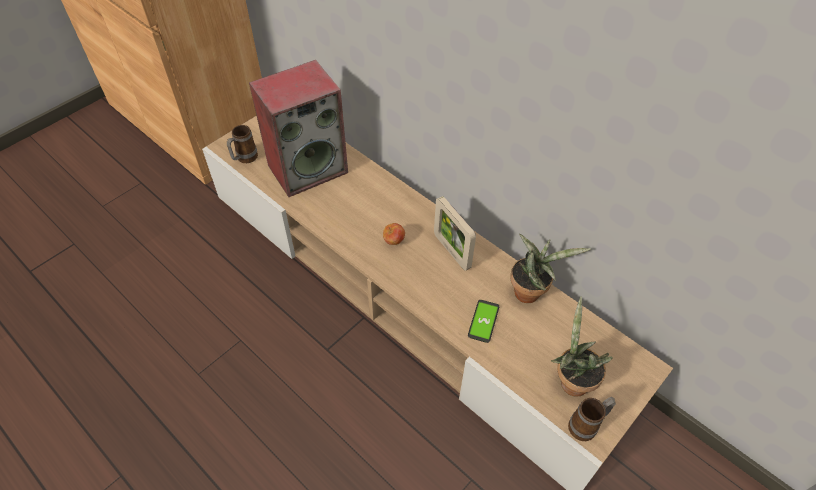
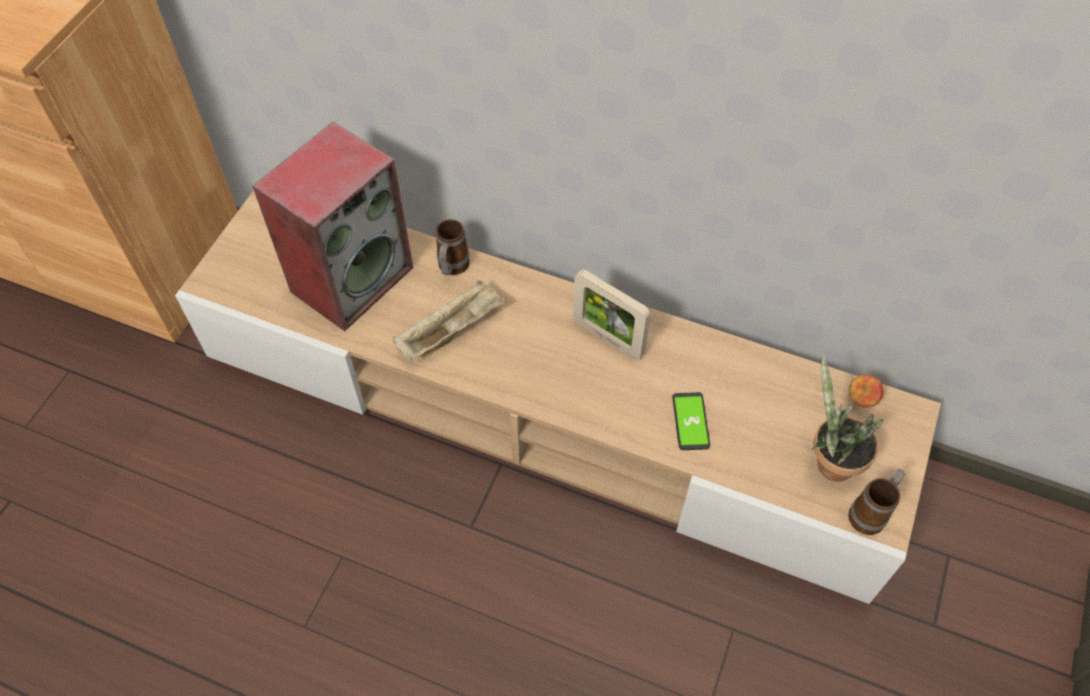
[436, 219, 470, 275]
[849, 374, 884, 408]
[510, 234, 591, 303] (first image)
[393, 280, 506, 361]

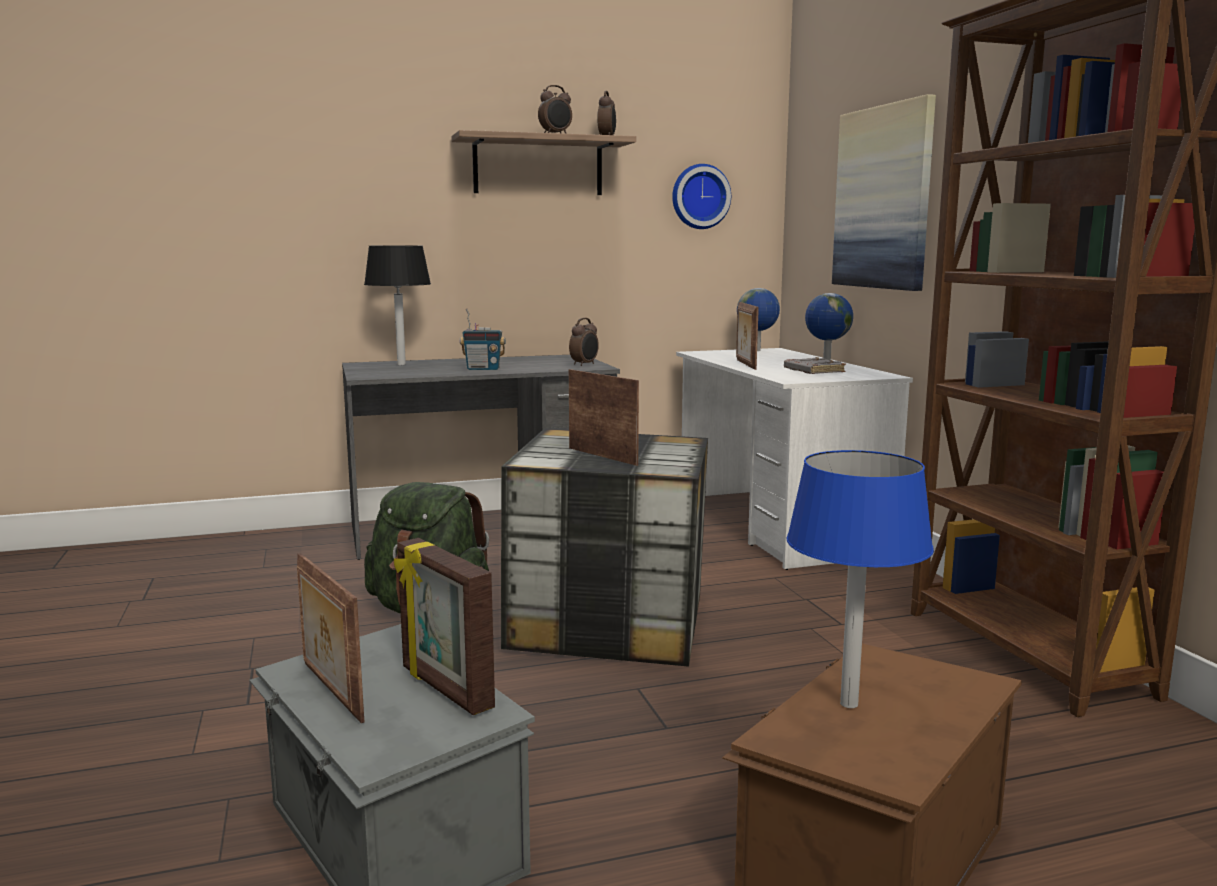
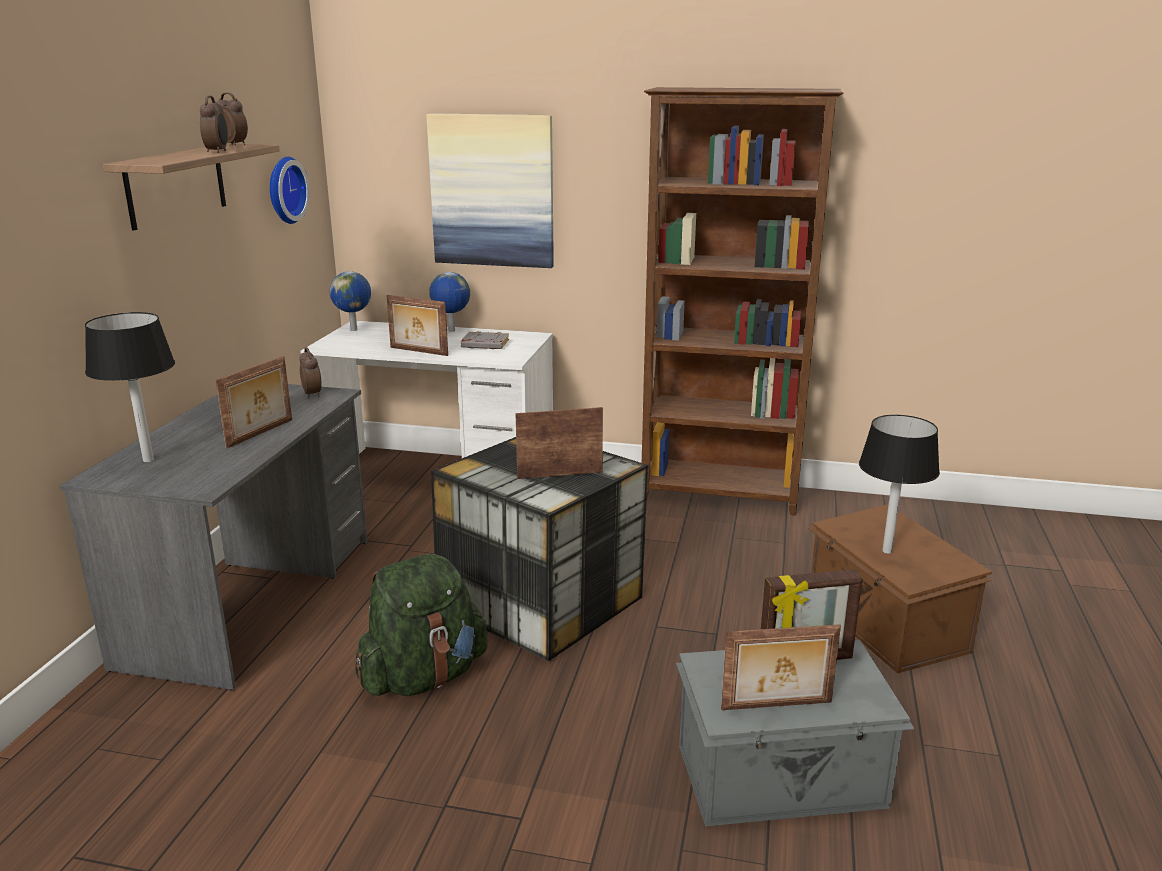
[216, 356, 292, 448]
[859, 415, 940, 554]

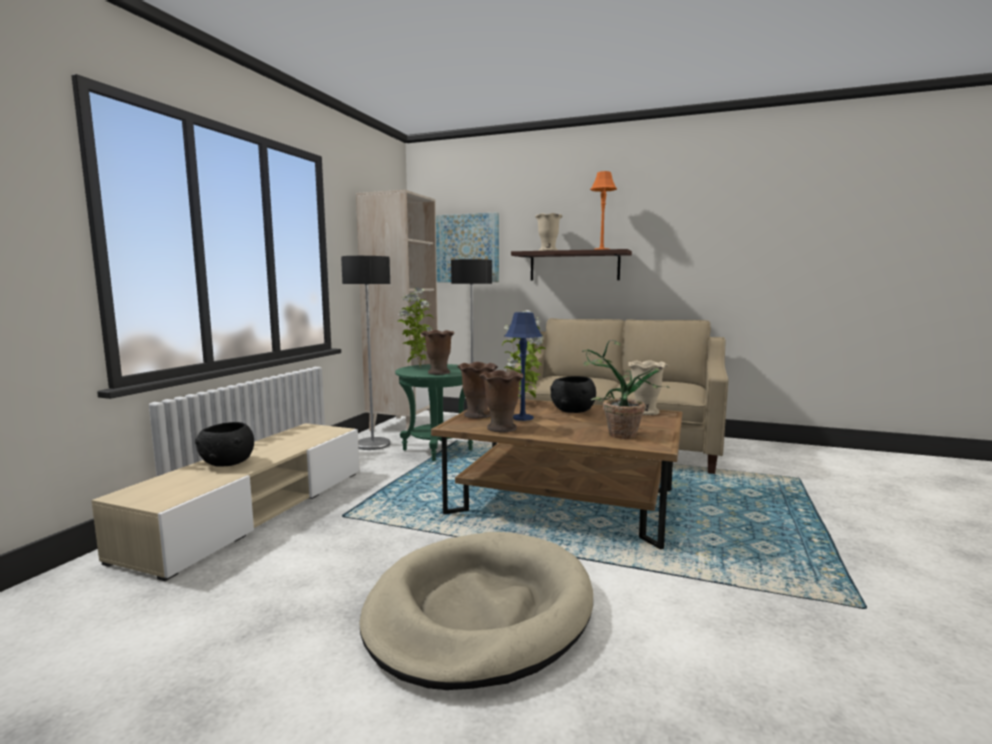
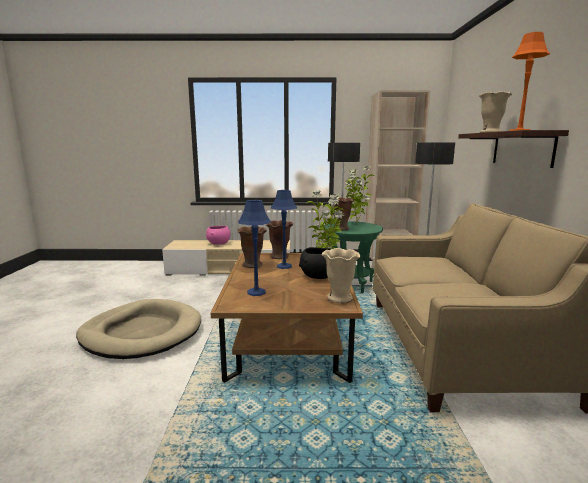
[206, 226, 231, 245]
[436, 212, 499, 282] (first image)
[238, 200, 272, 296]

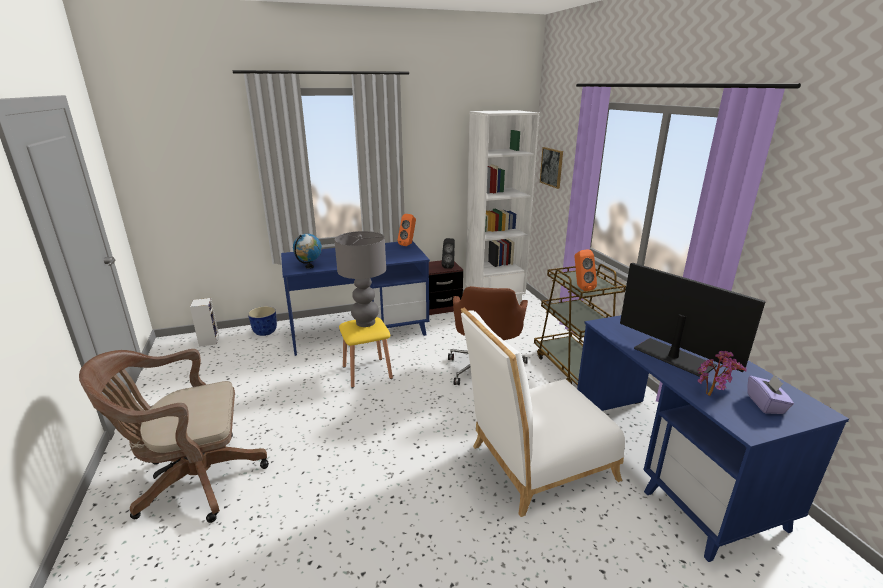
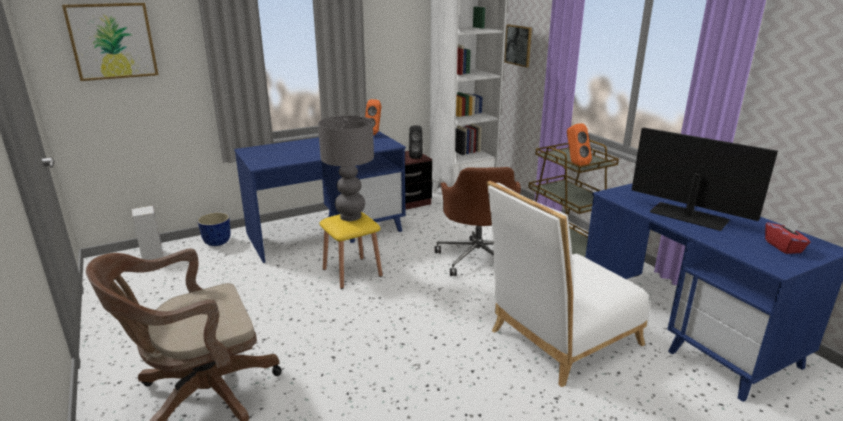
[293, 234, 322, 269] (first image)
[697, 351, 747, 396] (first image)
[765, 219, 811, 254]
[62, 3, 159, 81]

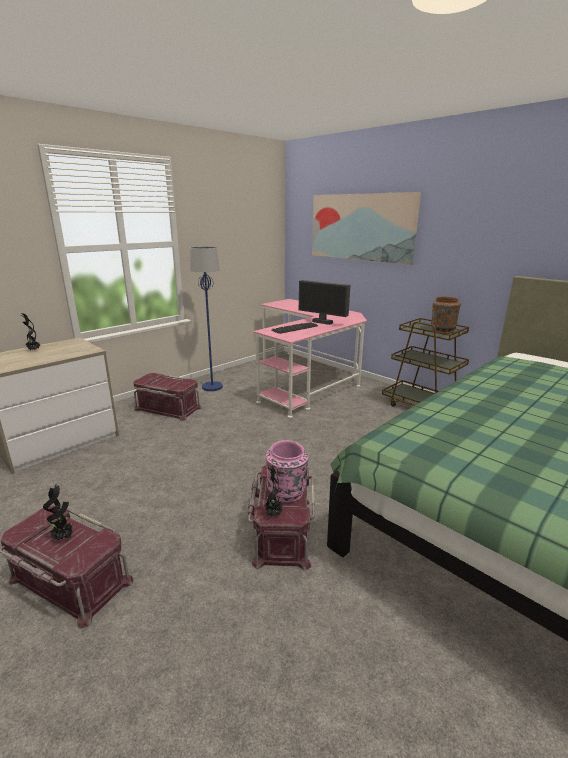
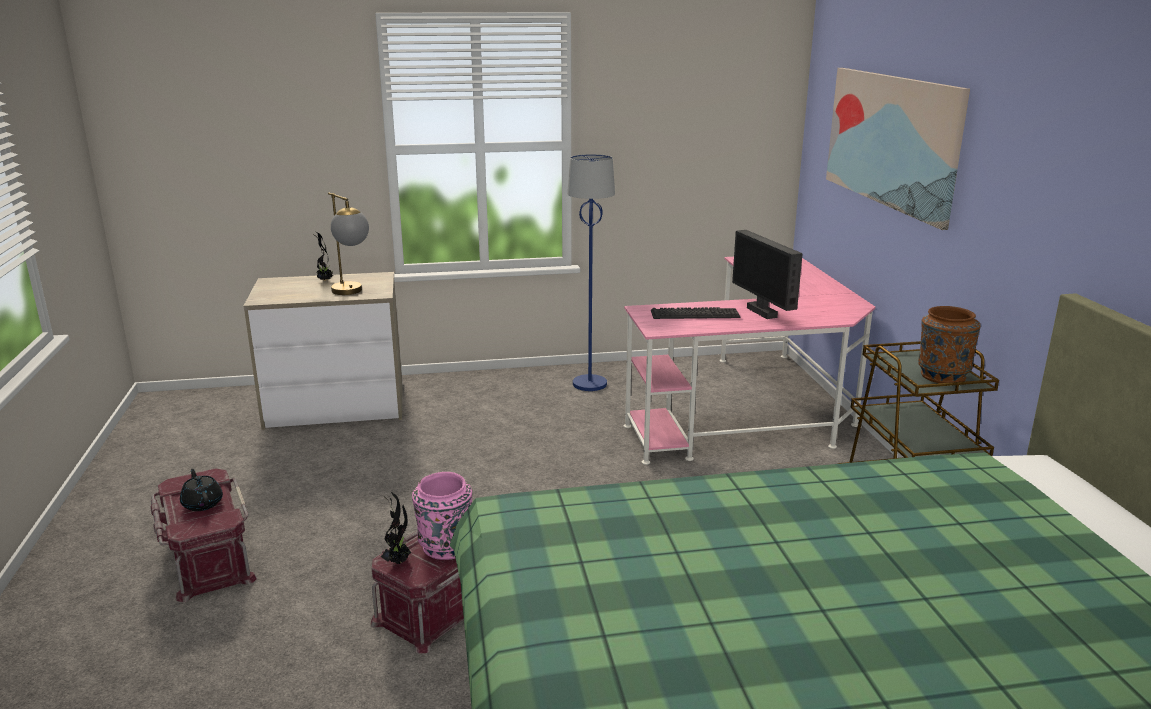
[180, 469, 223, 511]
[133, 373, 202, 421] (first image)
[328, 193, 369, 295]

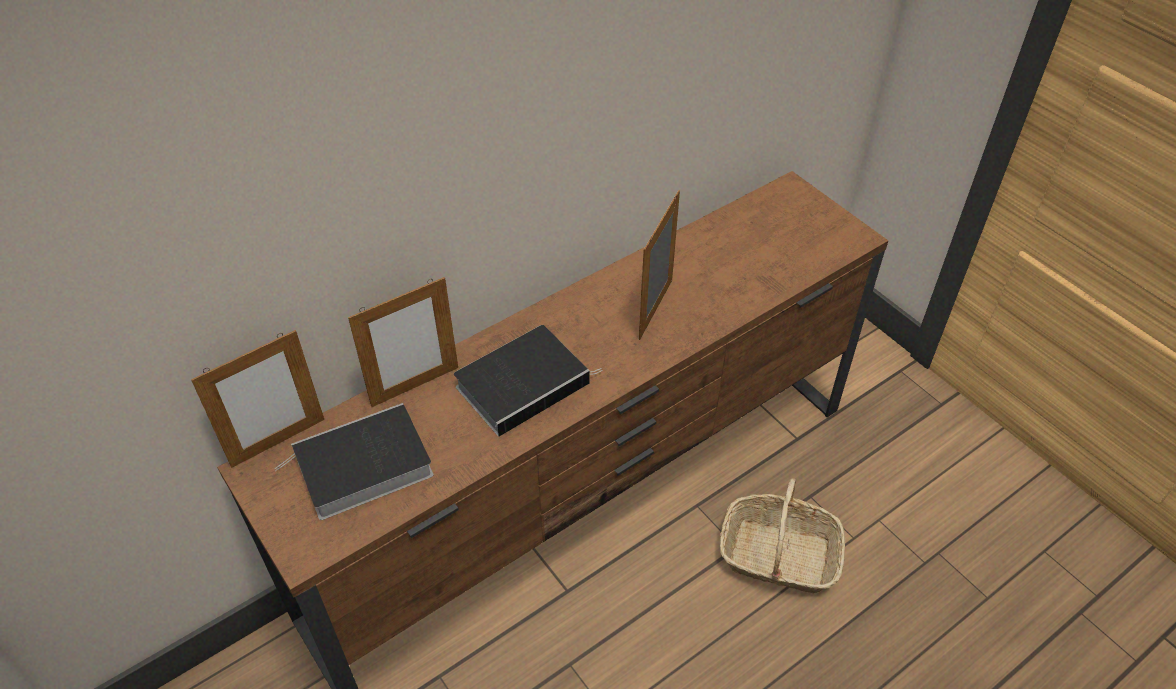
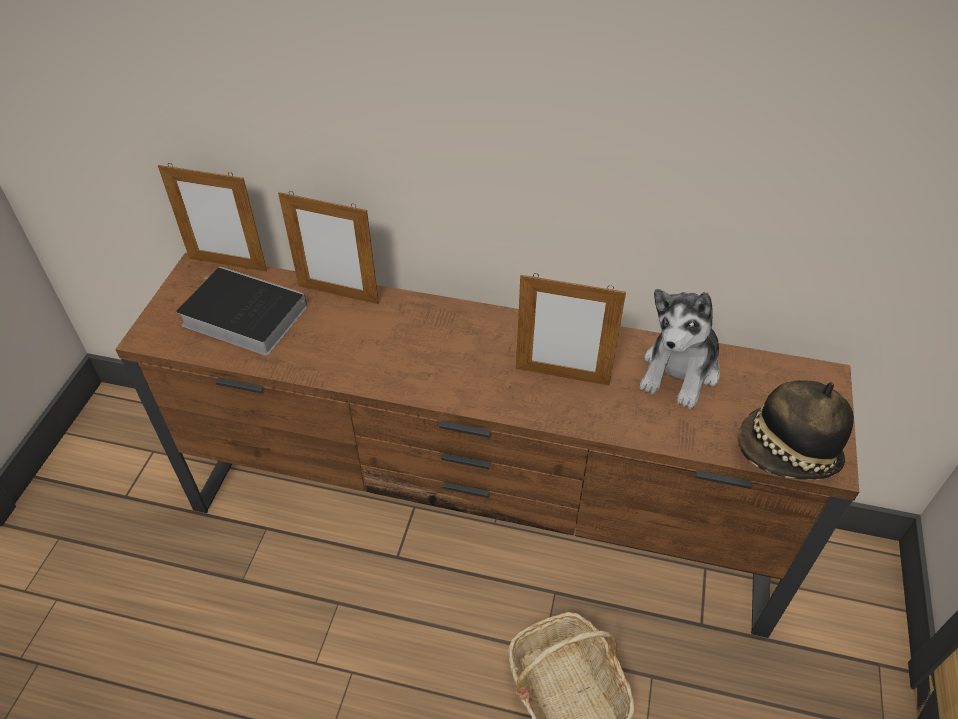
[454, 325, 603, 437] (first image)
[516, 273, 626, 386]
[640, 289, 720, 409]
[738, 380, 854, 480]

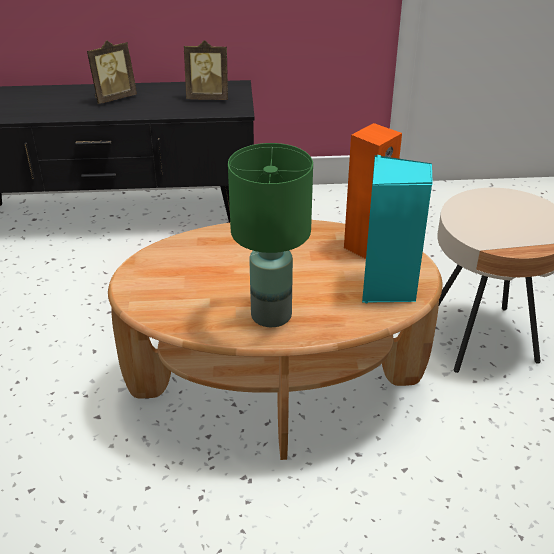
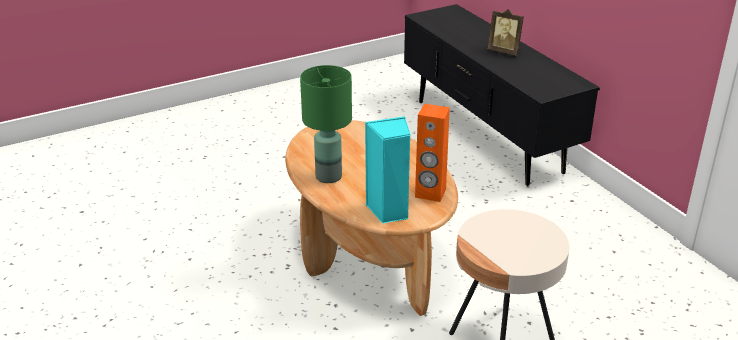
[184, 40, 228, 100] (first image)

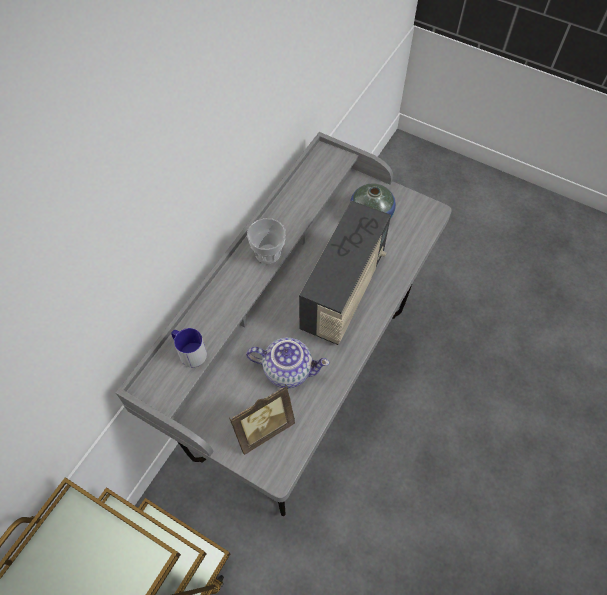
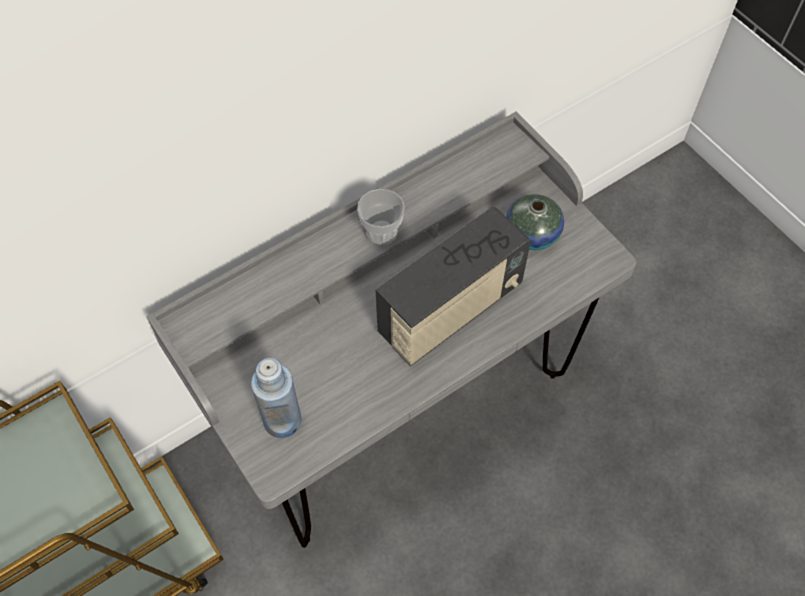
[171, 328, 207, 367] (first image)
[251, 358, 301, 438]
[246, 338, 330, 388] (first image)

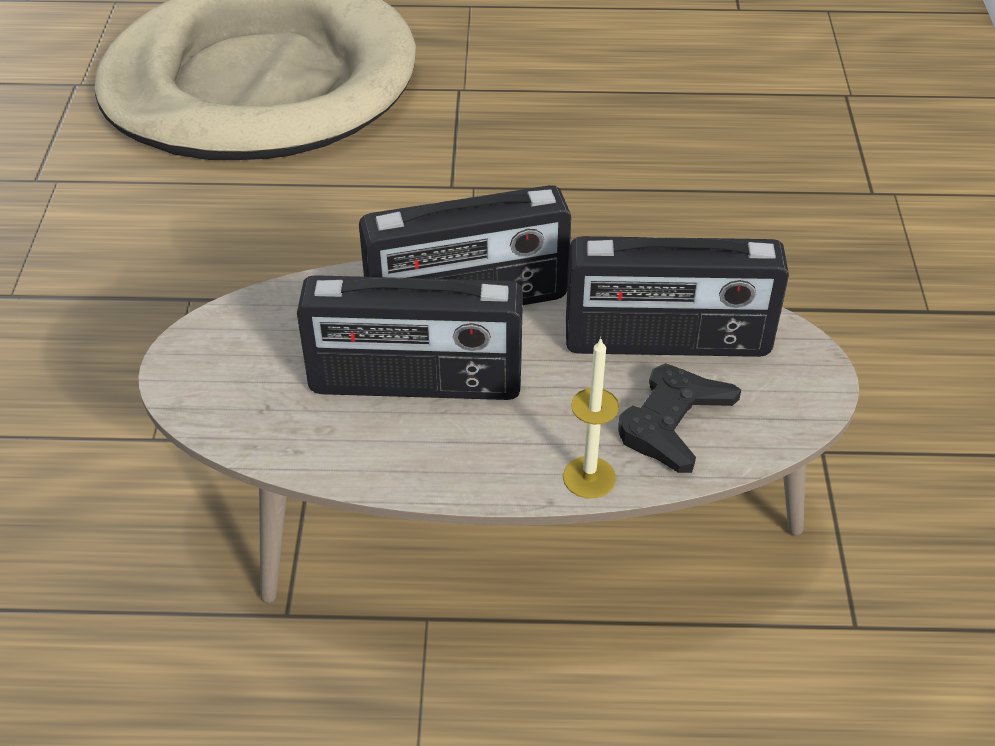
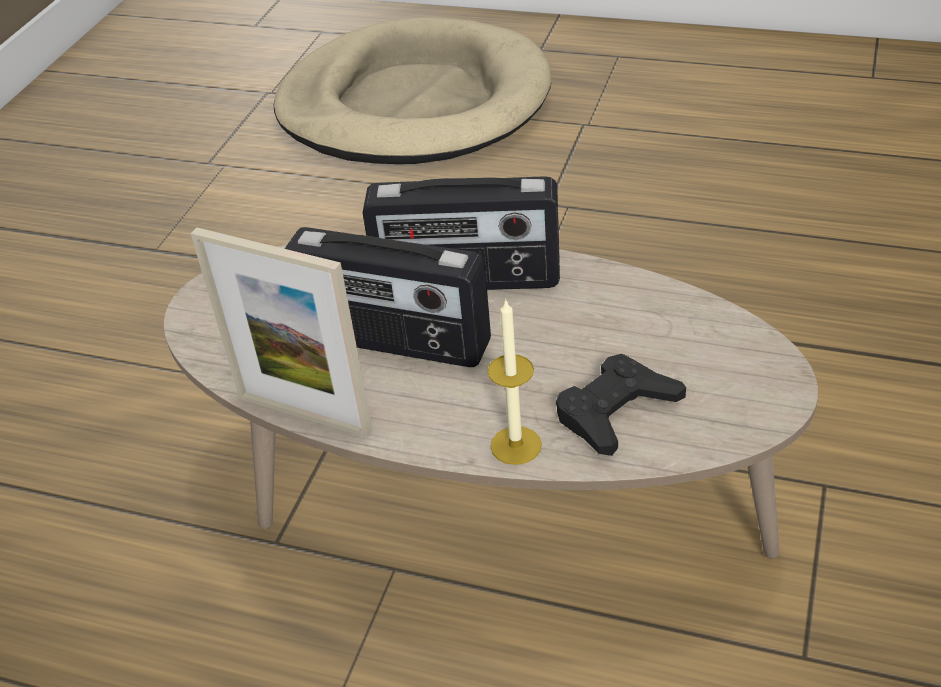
[566, 236, 789, 357] (first image)
[191, 227, 373, 438]

